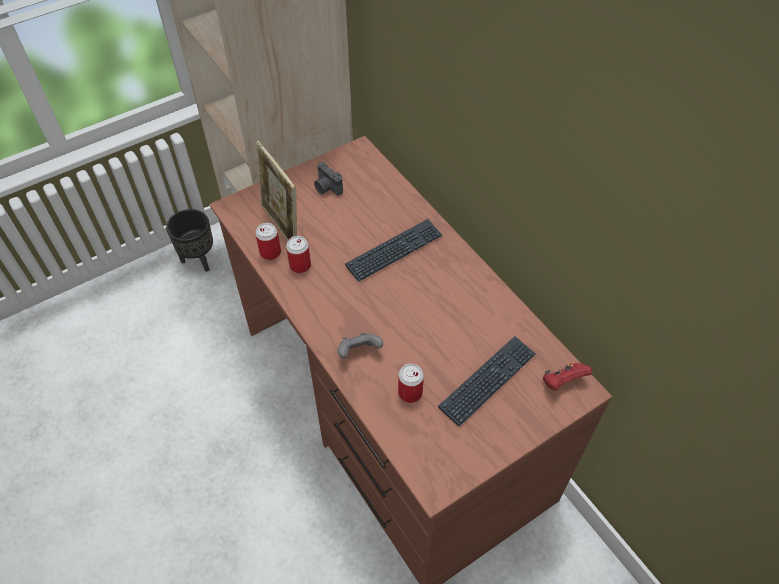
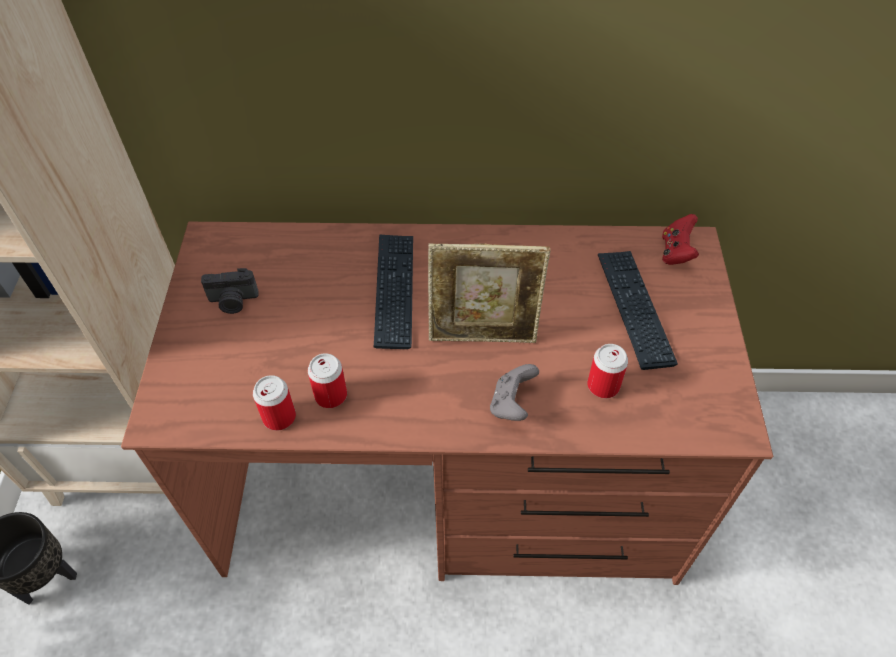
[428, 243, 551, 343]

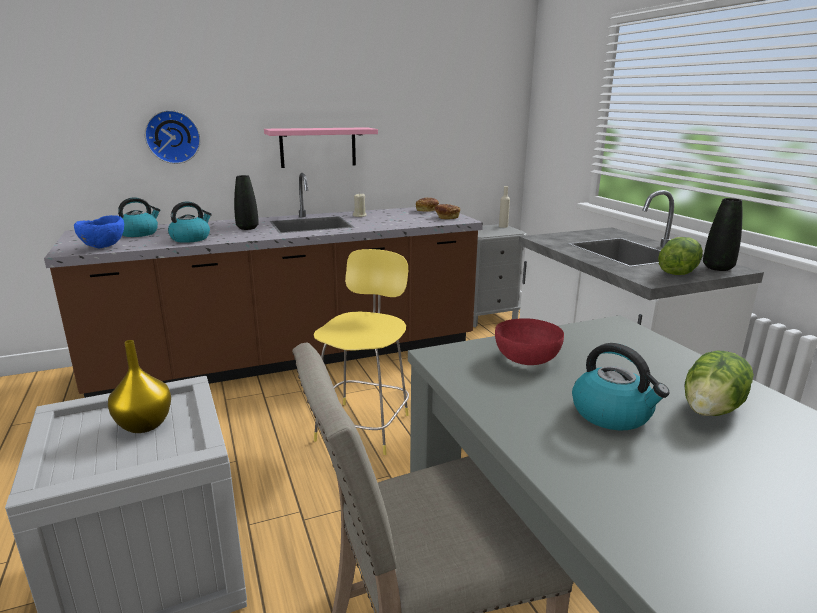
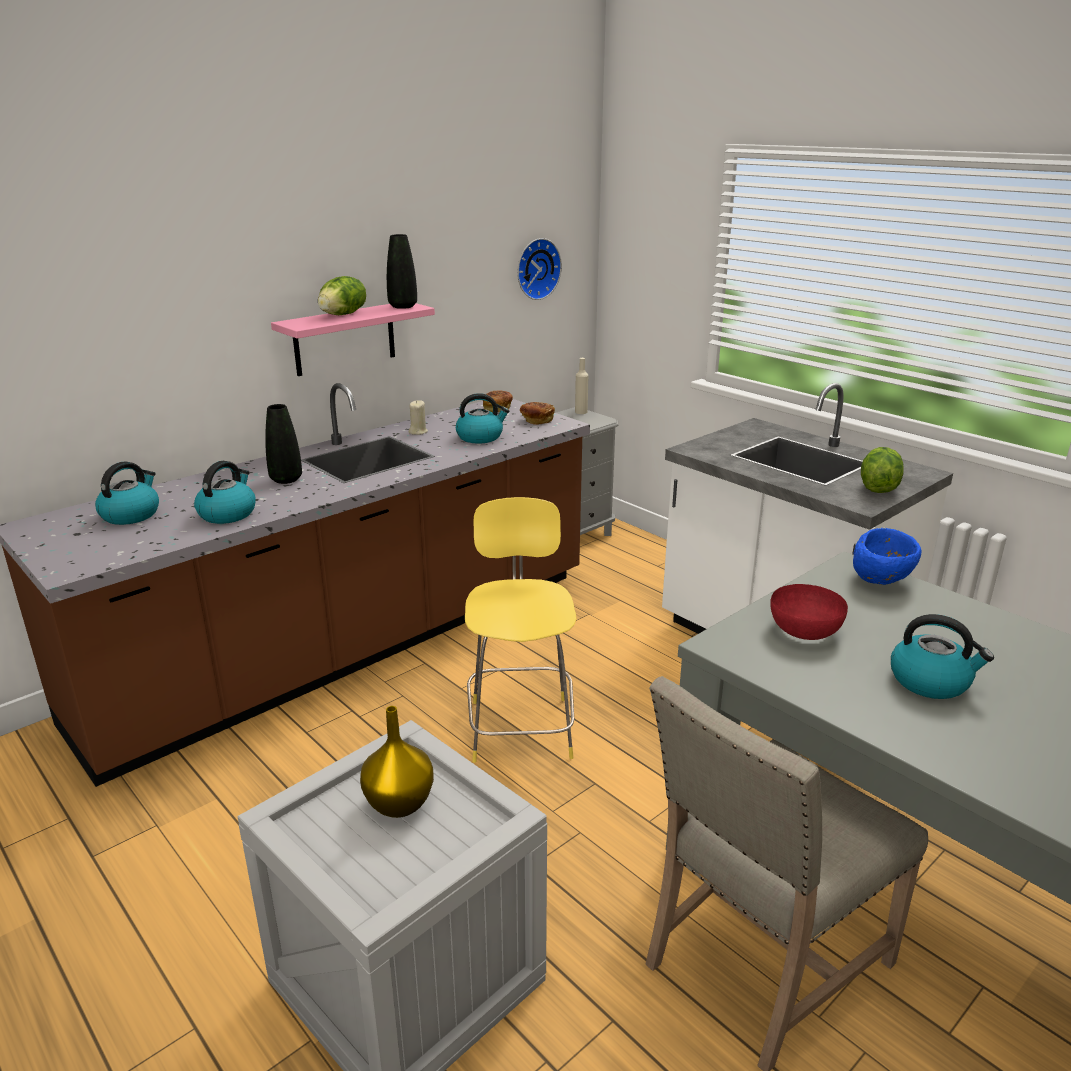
[853, 528, 922, 585]
[517, 238, 562, 300]
[318, 276, 366, 315]
[387, 234, 417, 309]
[456, 393, 509, 444]

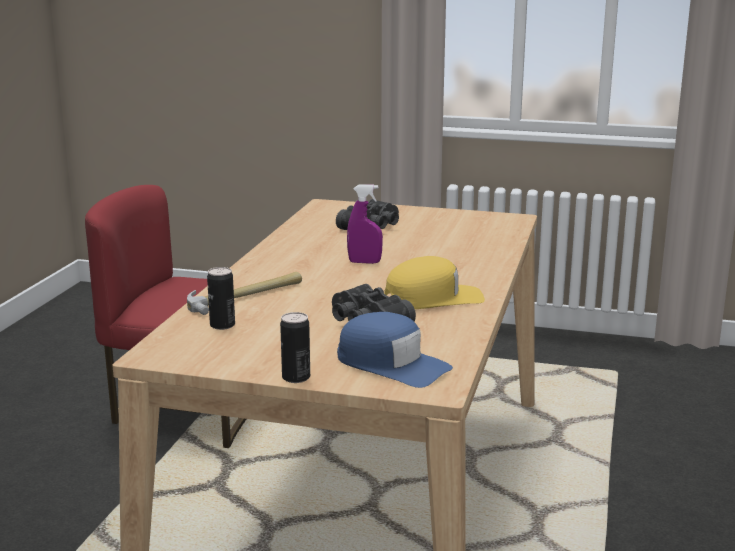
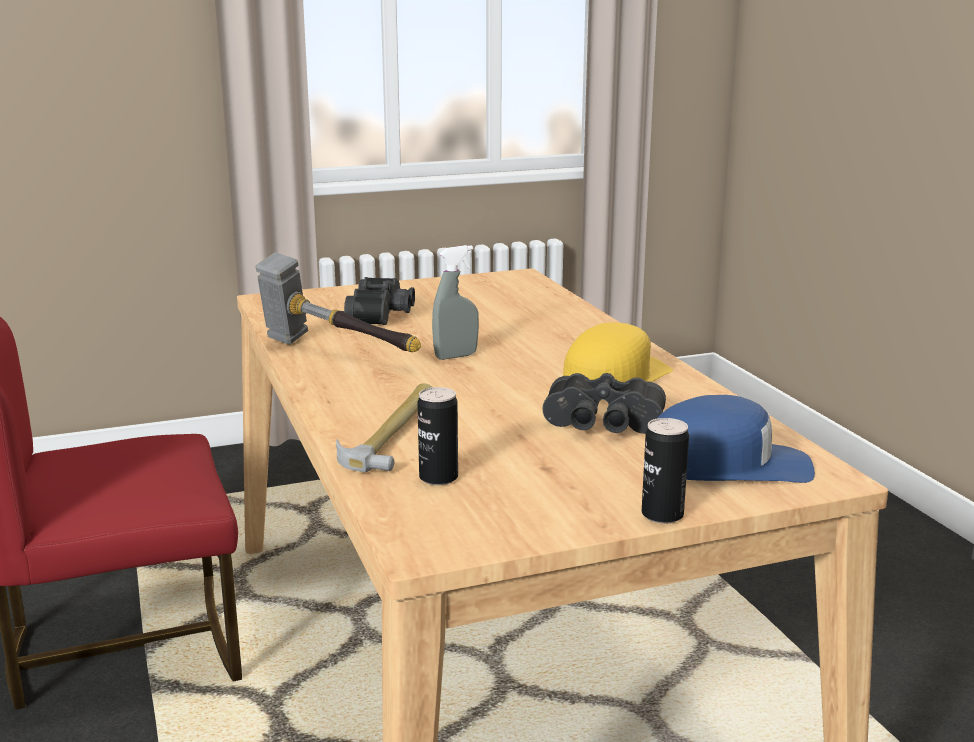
[432, 245, 479, 360]
[256, 252, 421, 352]

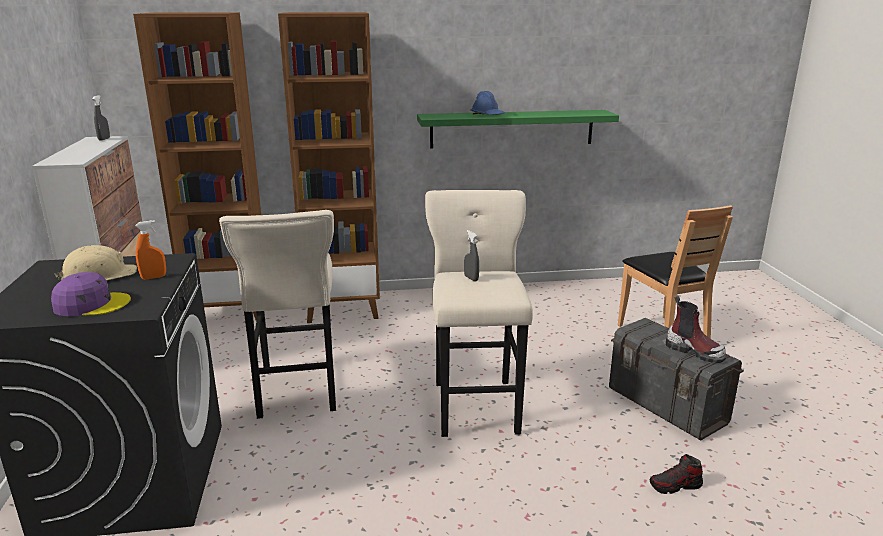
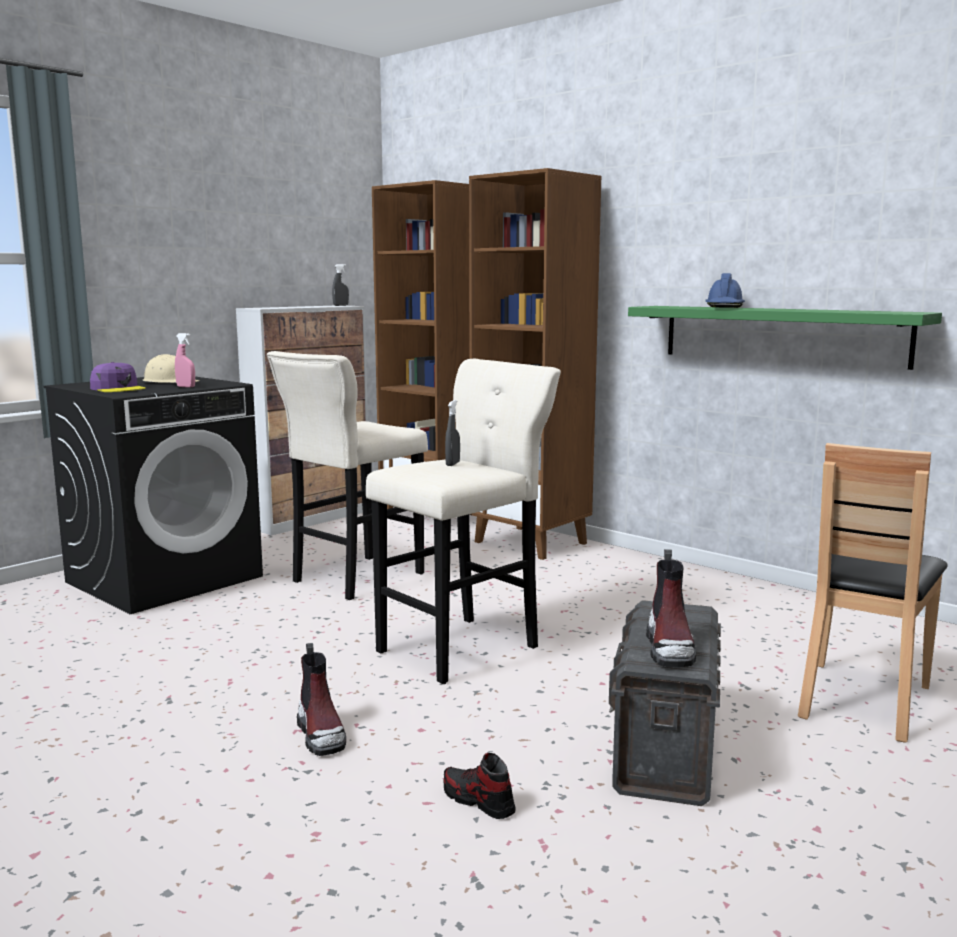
[175, 333, 195, 388]
[297, 643, 346, 756]

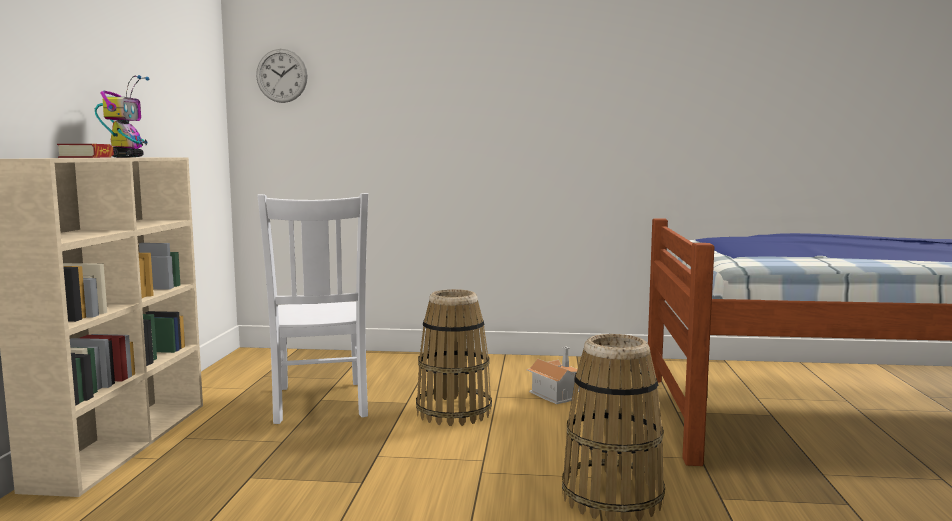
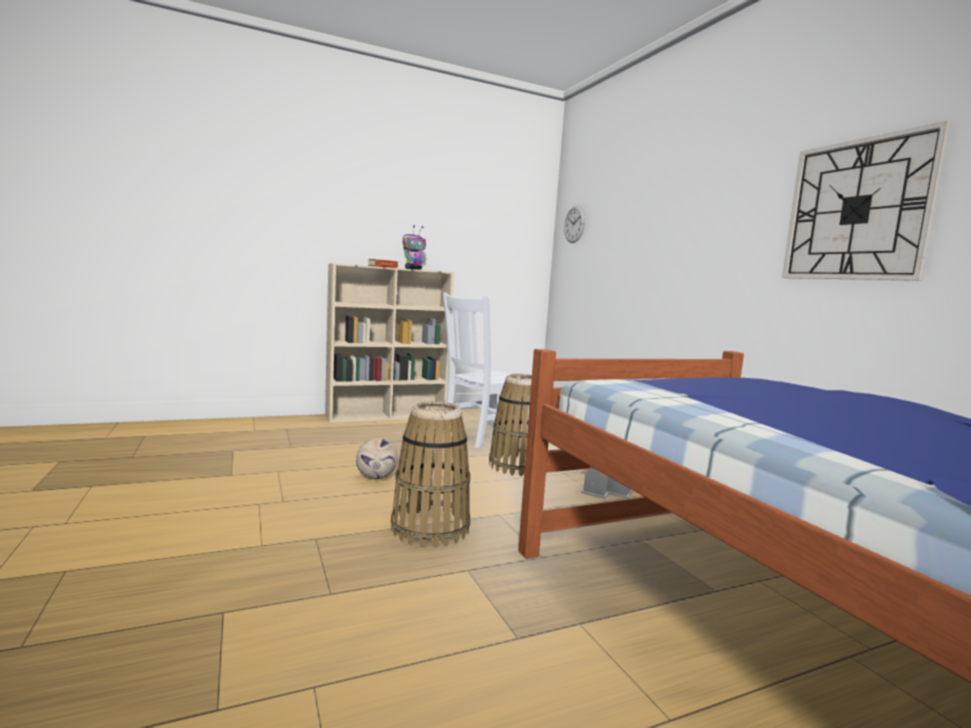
[356, 438, 398, 479]
[782, 121, 951, 281]

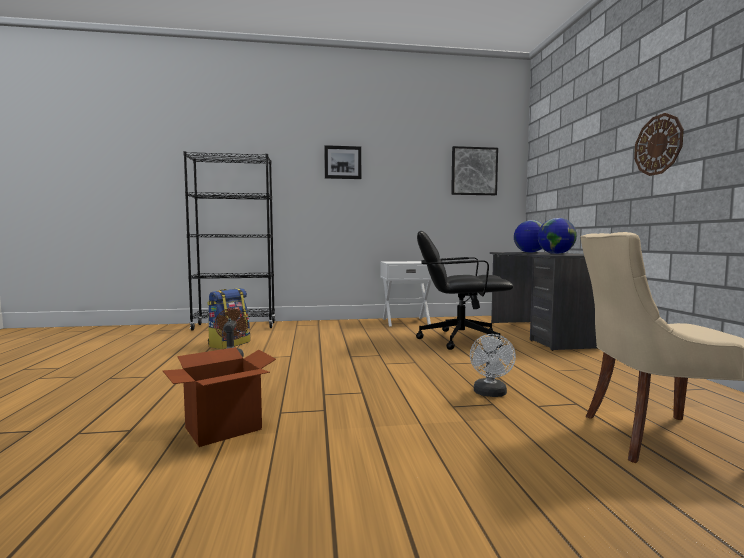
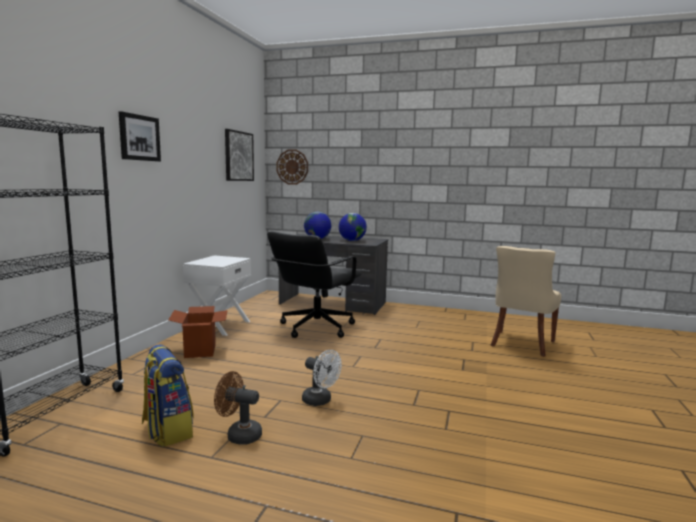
[169, 306, 228, 358]
[302, 350, 342, 406]
[276, 149, 308, 185]

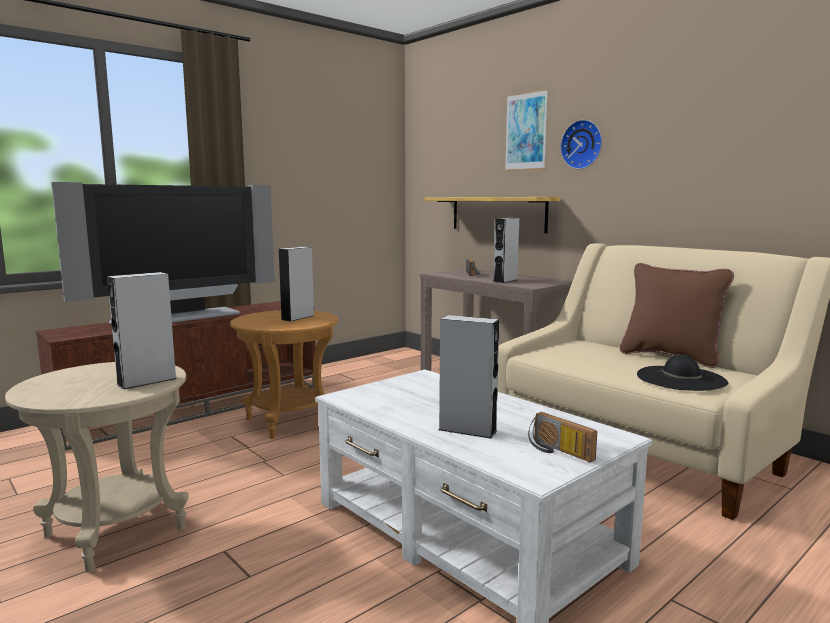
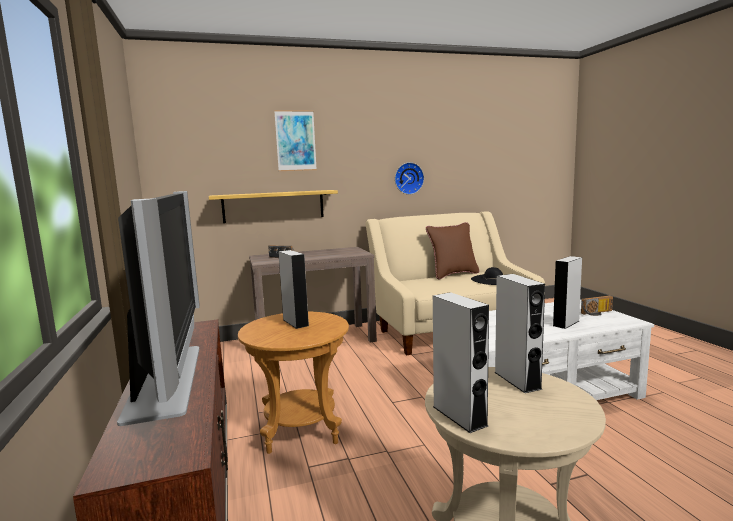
[433, 292, 489, 433]
[395, 162, 424, 195]

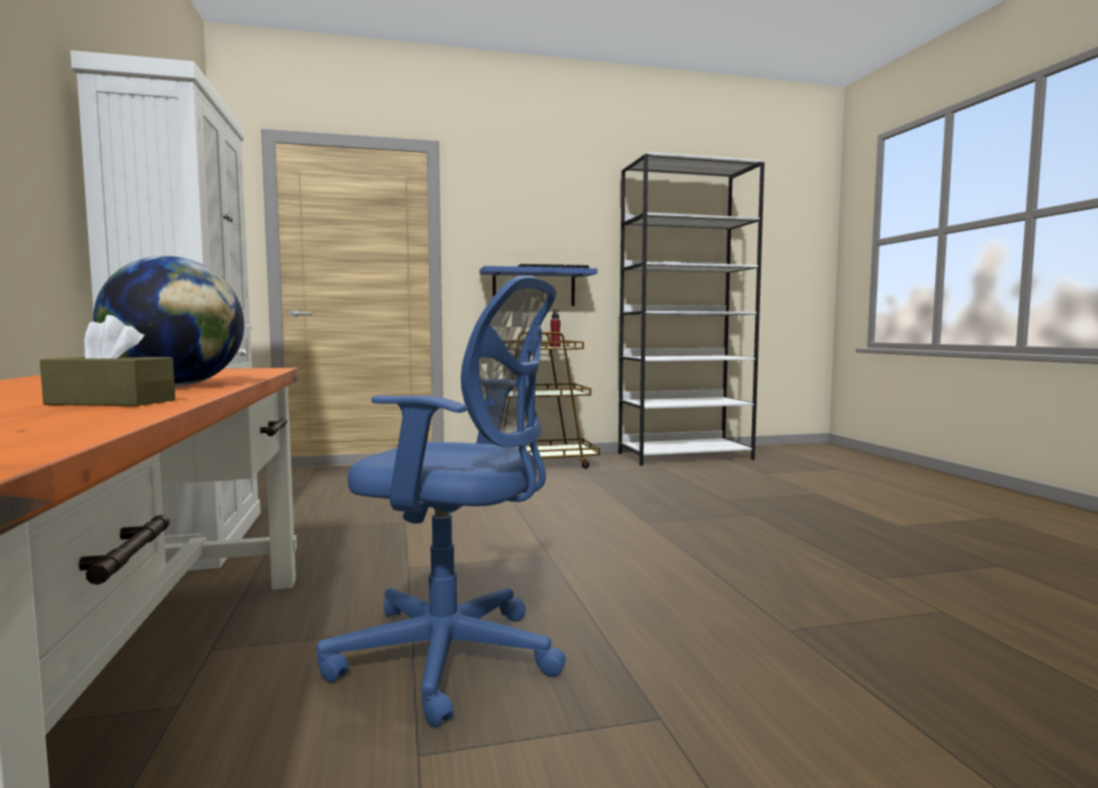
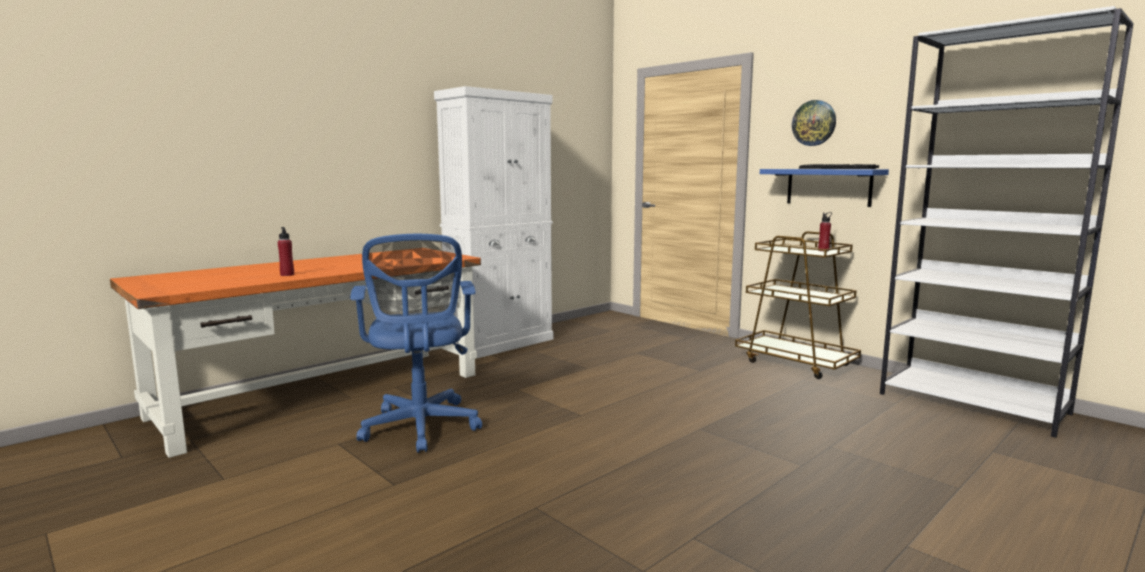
[278, 227, 294, 276]
[93, 256, 244, 386] (first image)
[792, 100, 836, 146]

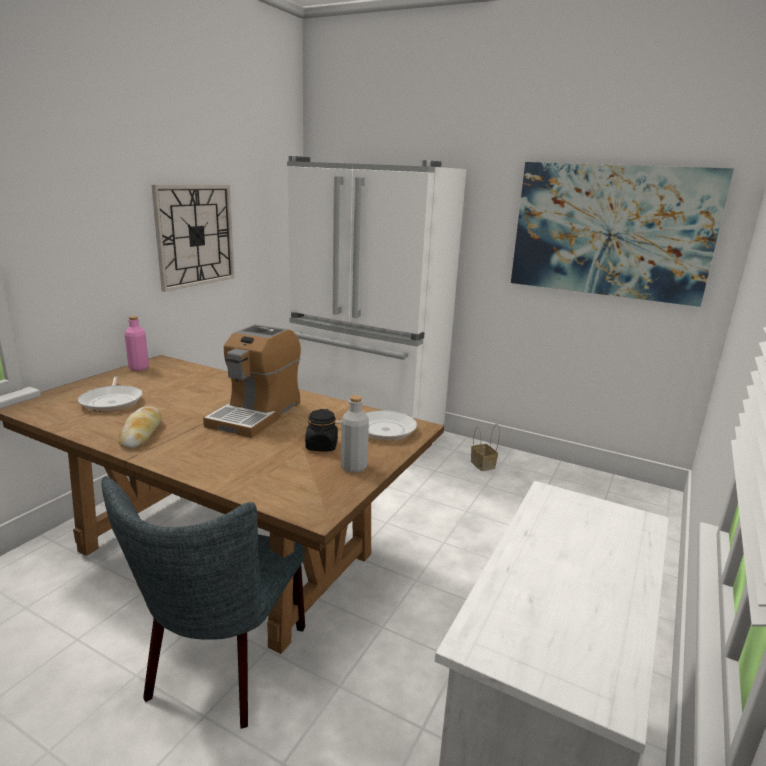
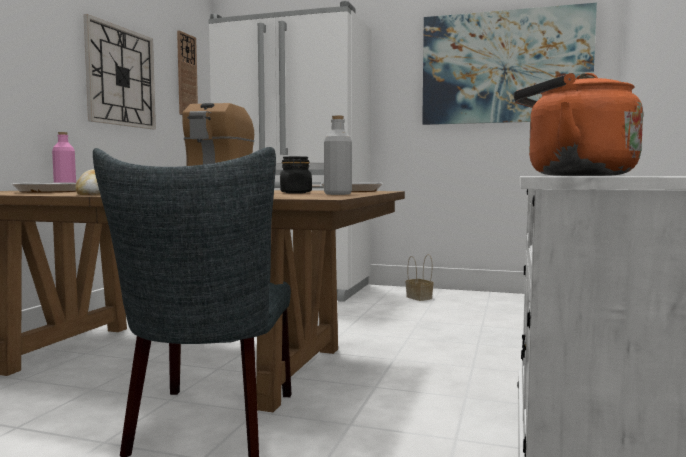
[177, 30, 198, 115]
[513, 73, 643, 176]

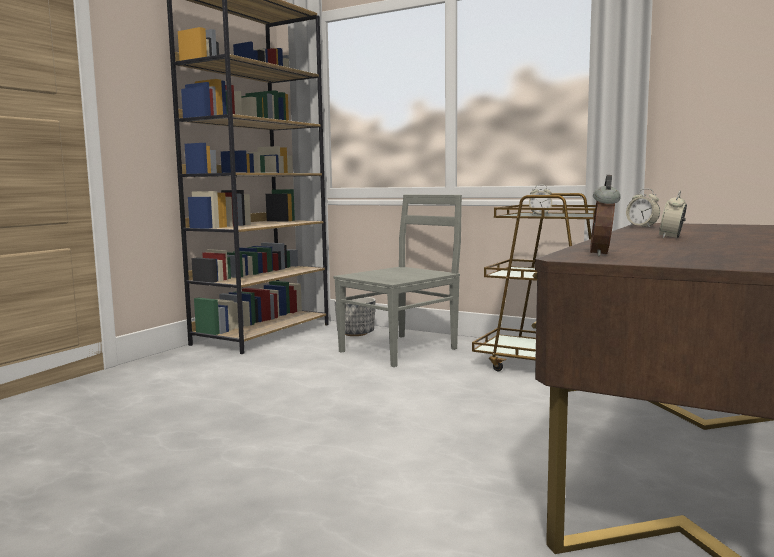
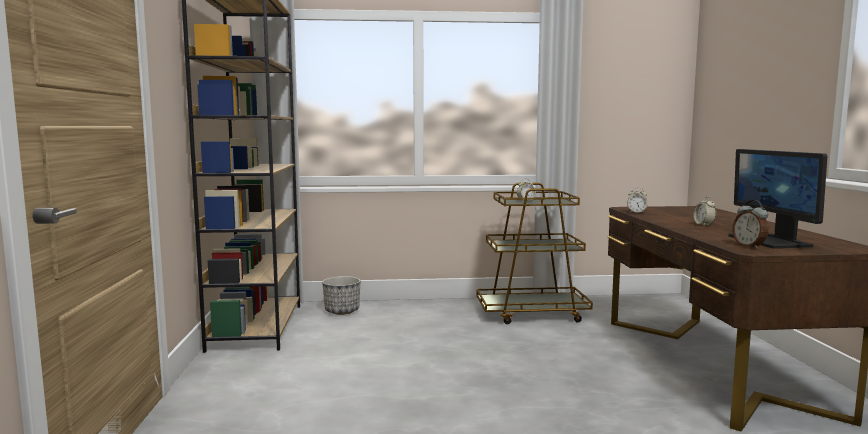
[333, 195, 462, 367] (first image)
[728, 149, 827, 249]

